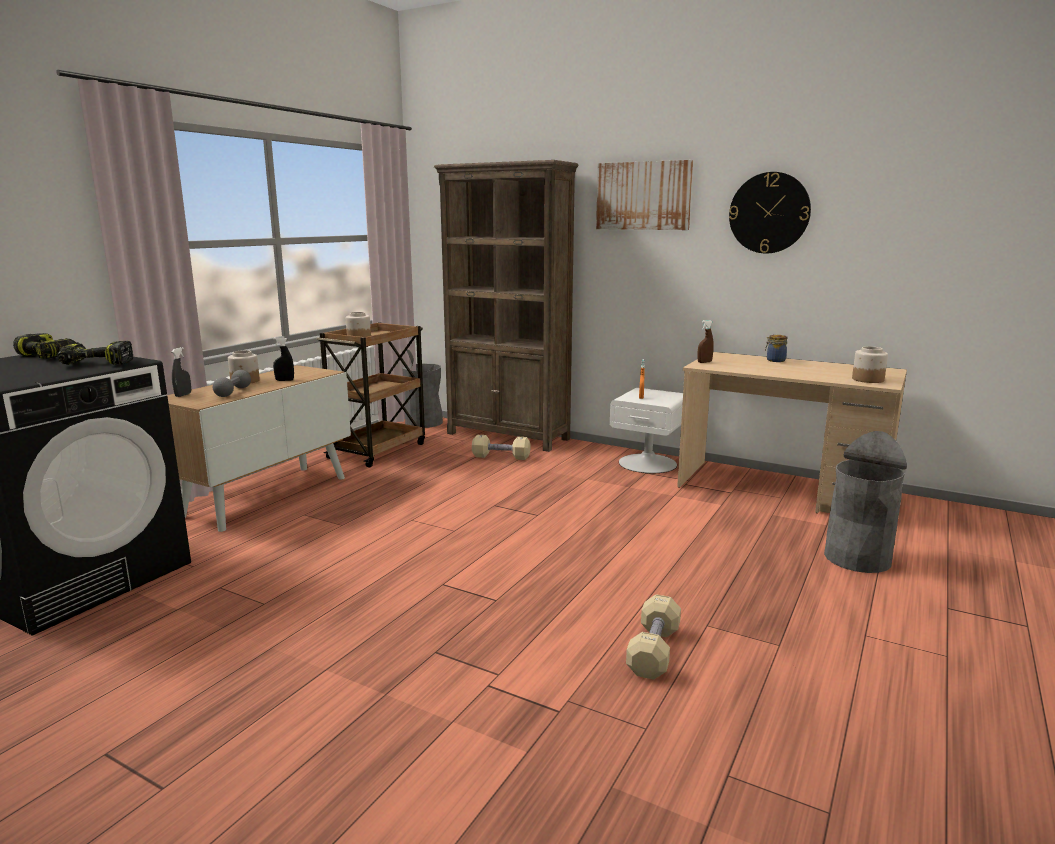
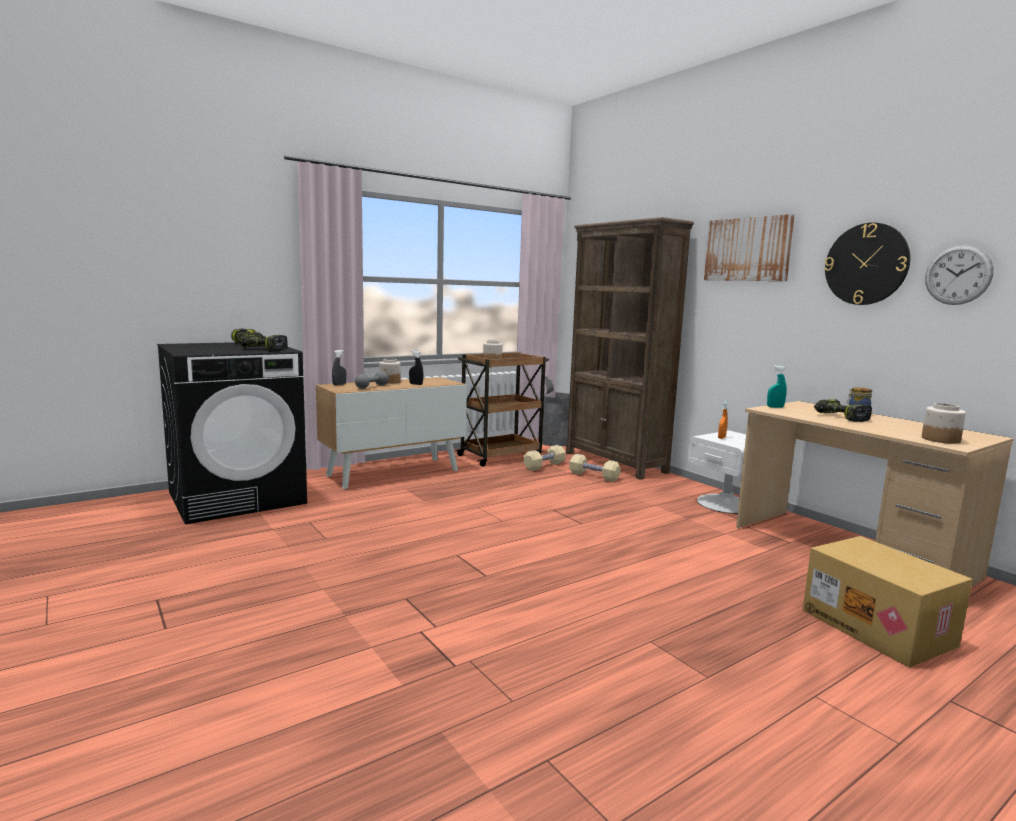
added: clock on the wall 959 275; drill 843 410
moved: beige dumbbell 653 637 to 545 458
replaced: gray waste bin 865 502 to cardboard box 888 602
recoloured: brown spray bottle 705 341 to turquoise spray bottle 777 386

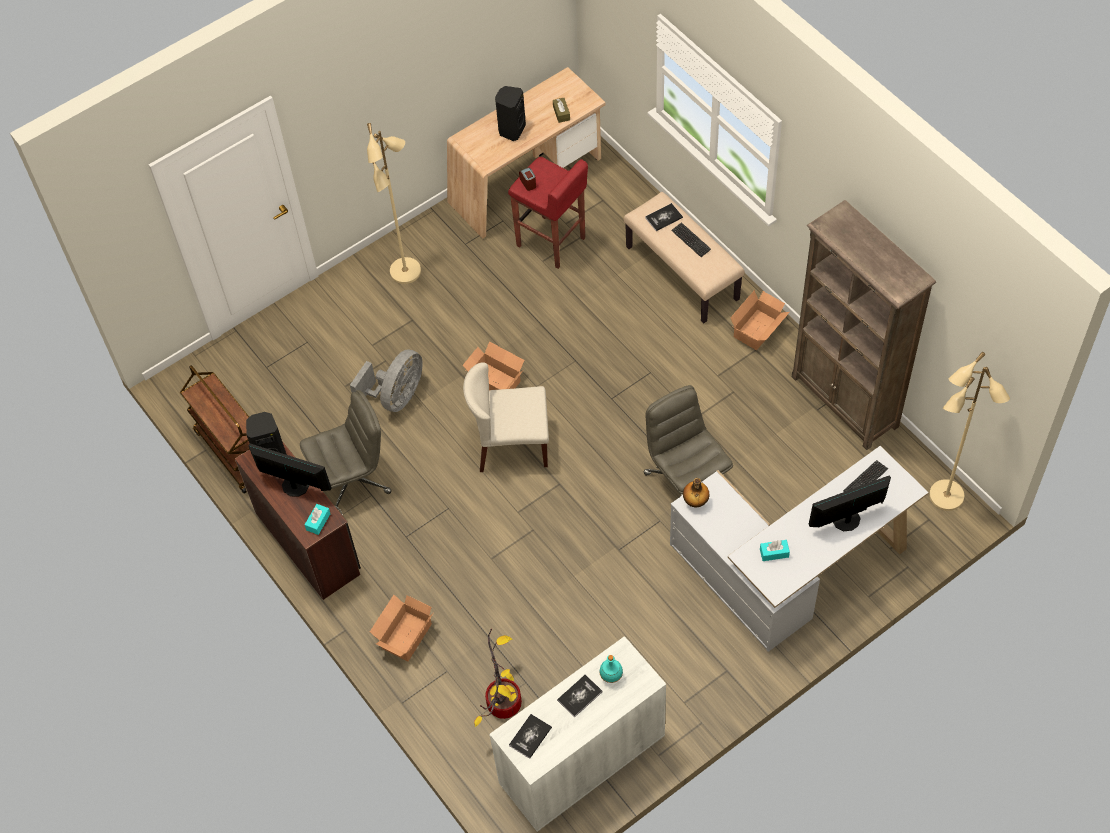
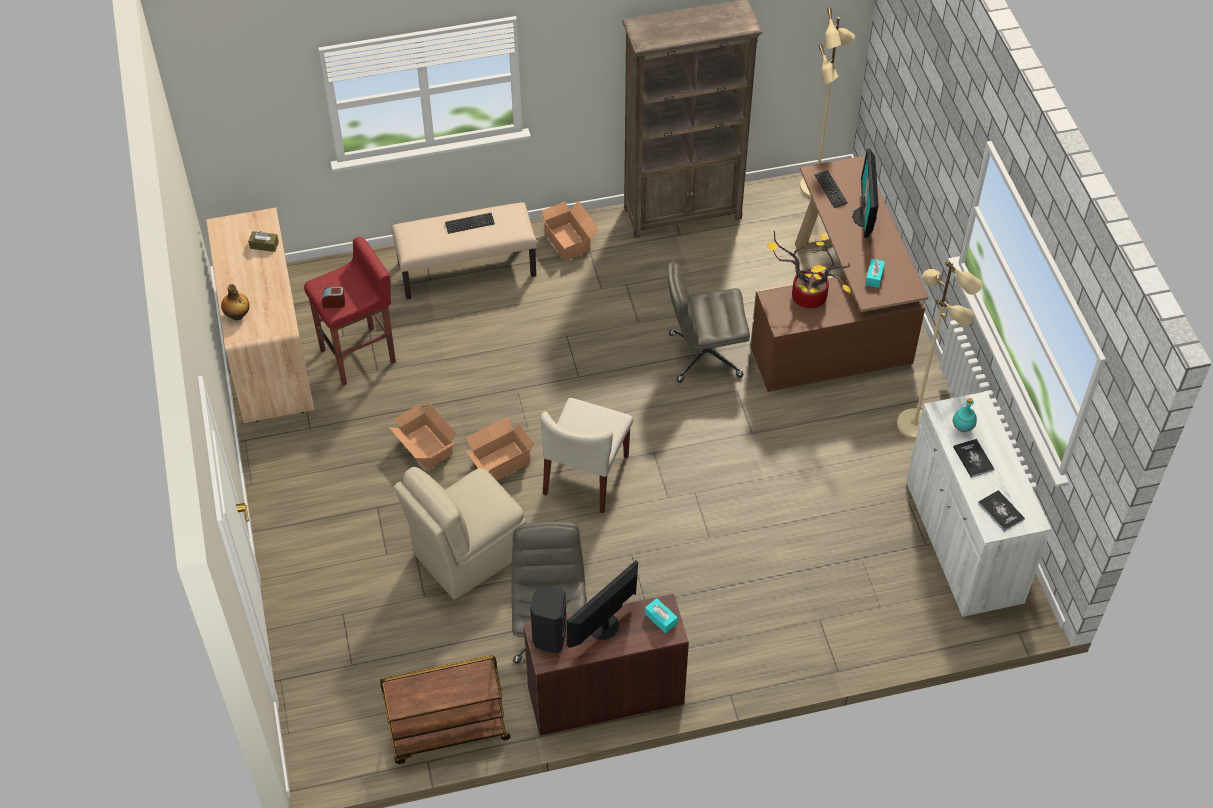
removed: blackish audio speaker 510 113; bound book 664 217
moved: beige floor lamp 394 203 to 939 350; bottle 696 492 to 235 302; cardboard box 401 628 to 422 436; plant in a pot 498 678 to 809 269
replaced: gray fan 386 381 to beige upright chair 460 533
recoloured: white-coloured desk unit 799 549 to brown desk unit 839 274

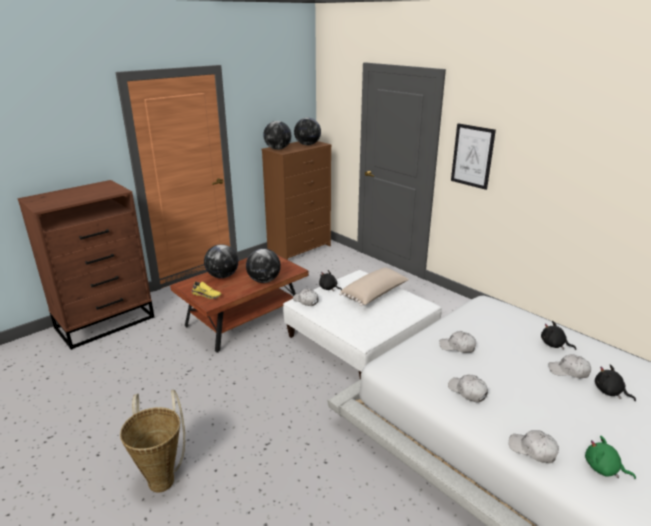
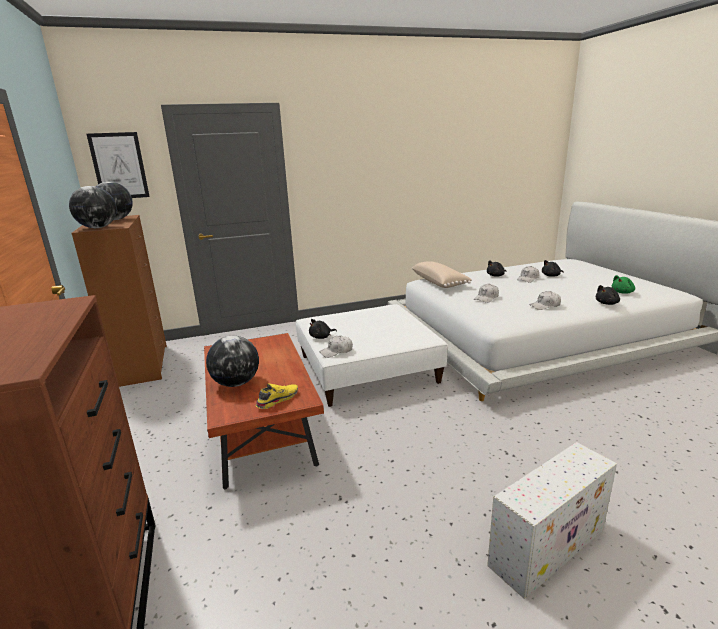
removed: globe 263 265
moved: wall picture 473 156 to 118 165; beige cushion 374 286 to 442 274
replaced: household basket 152 440 to white-coloured storage bin 552 520; white-coloured cap 534 446 to blackish cuddly toy 607 295

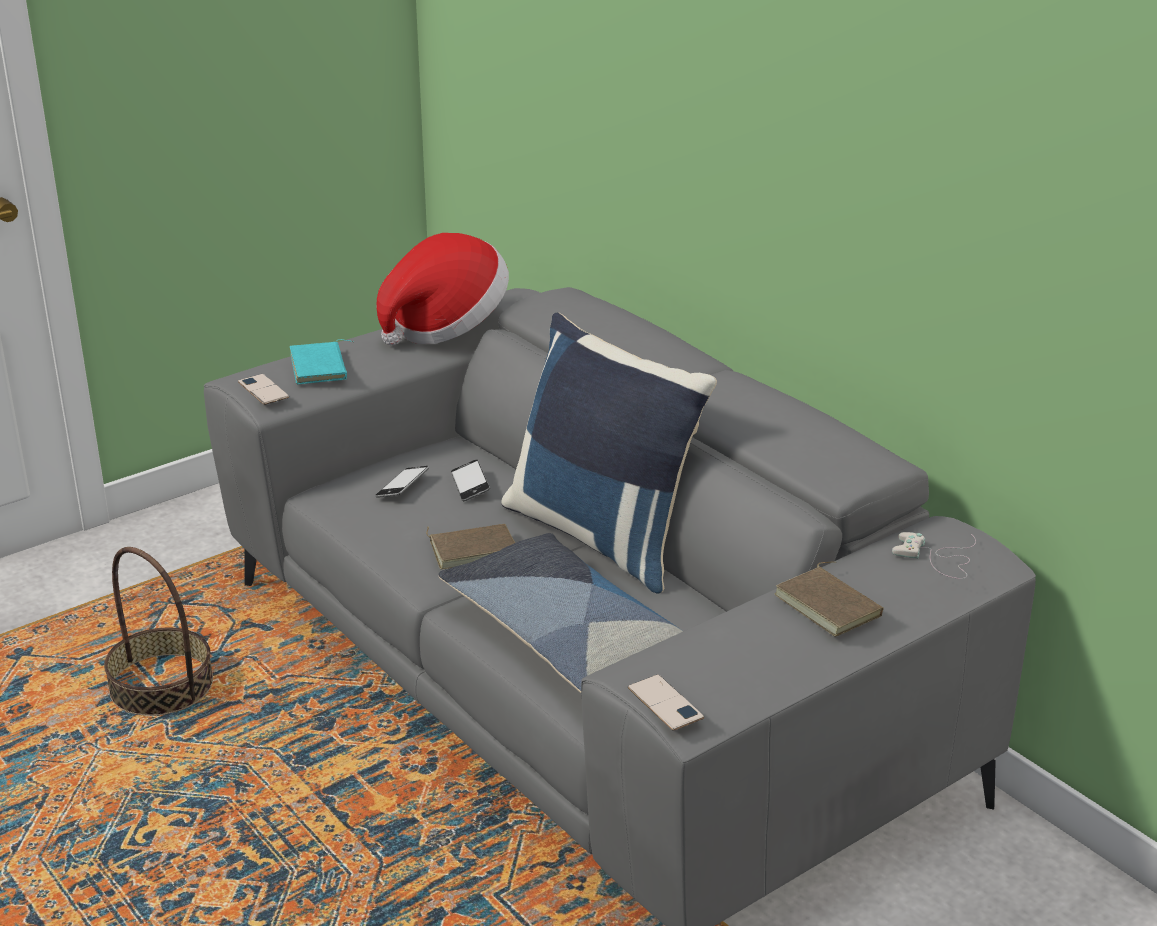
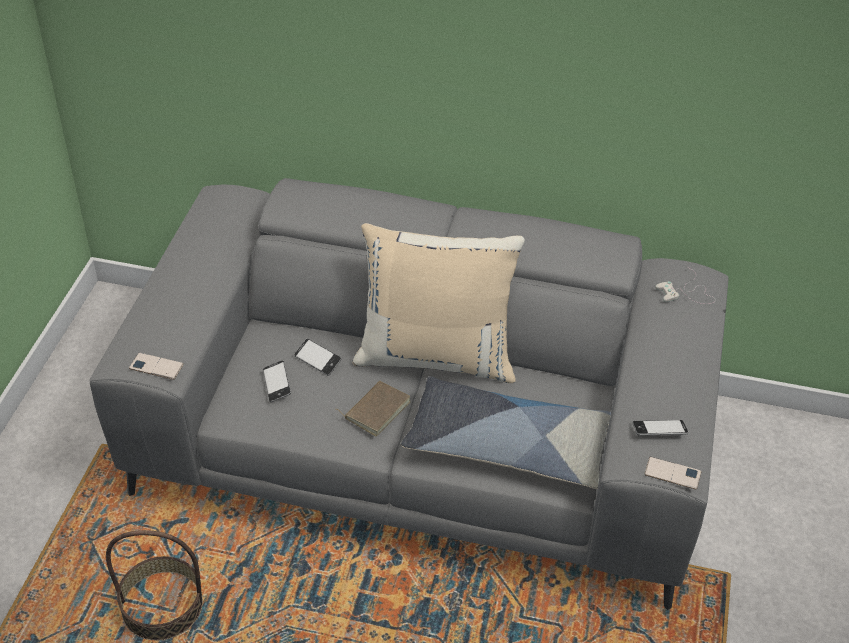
removed: wearable hat 442 289; turquoise bound book 321 361; brown bound book 829 599
added: handset 660 427
recoloured: bluish cushion 609 453 to beige cushion 438 303

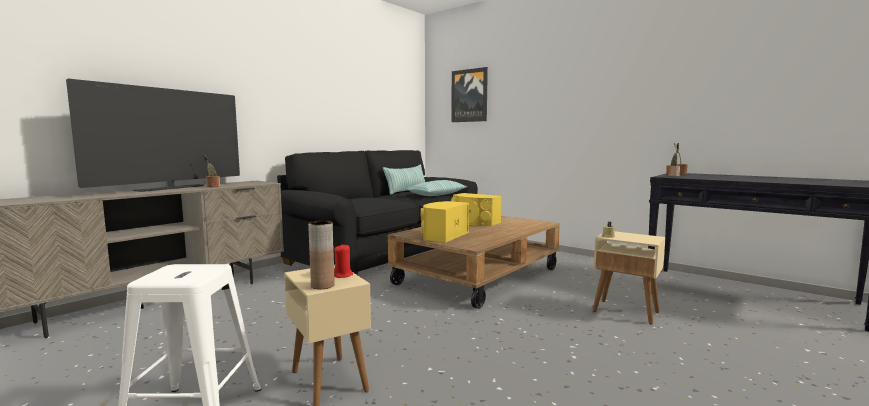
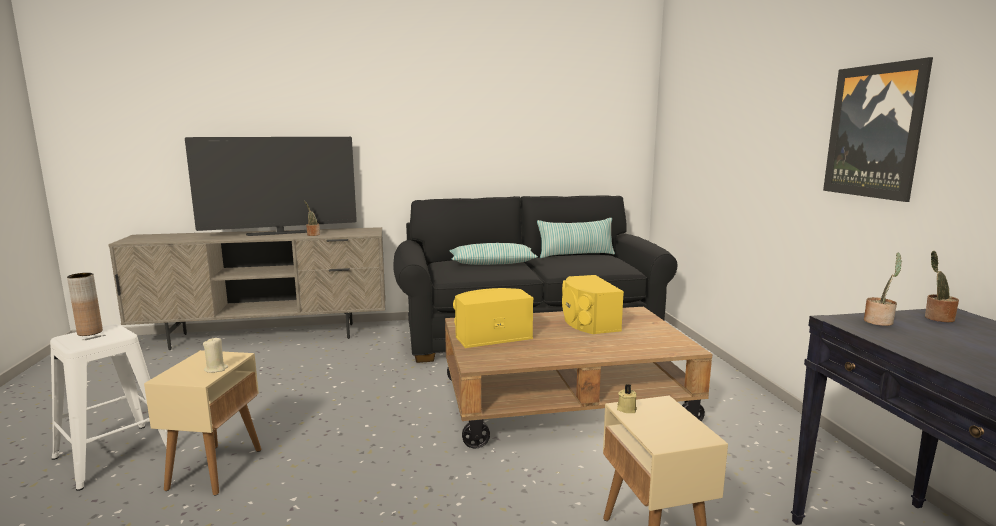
moved: wall picture 469 94 to 878 129; cushion 436 188 to 494 254; brown vase 321 254 to 85 304
recoloured: red-coloured wax candle 343 261 to beige wax candle 215 355

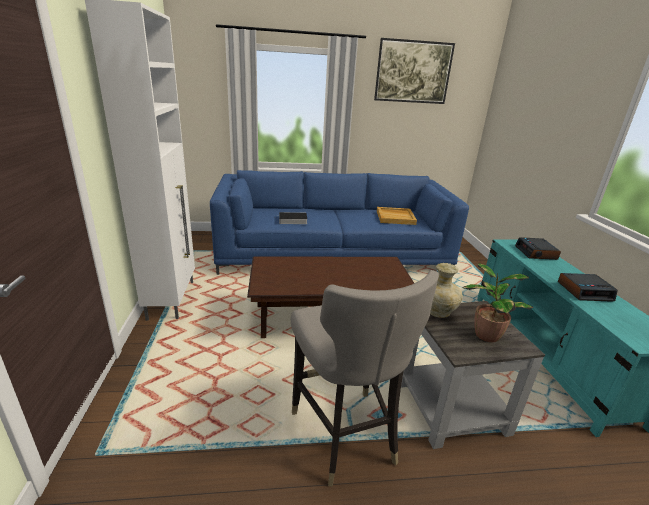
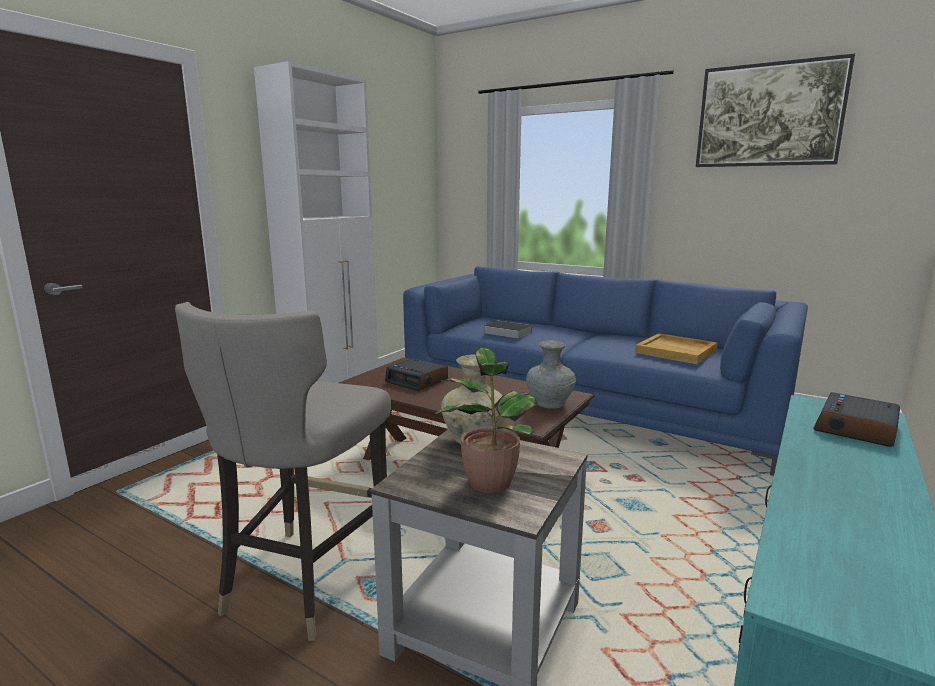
added: gray vase 551 374
moved: table clock 588 287 to 416 374

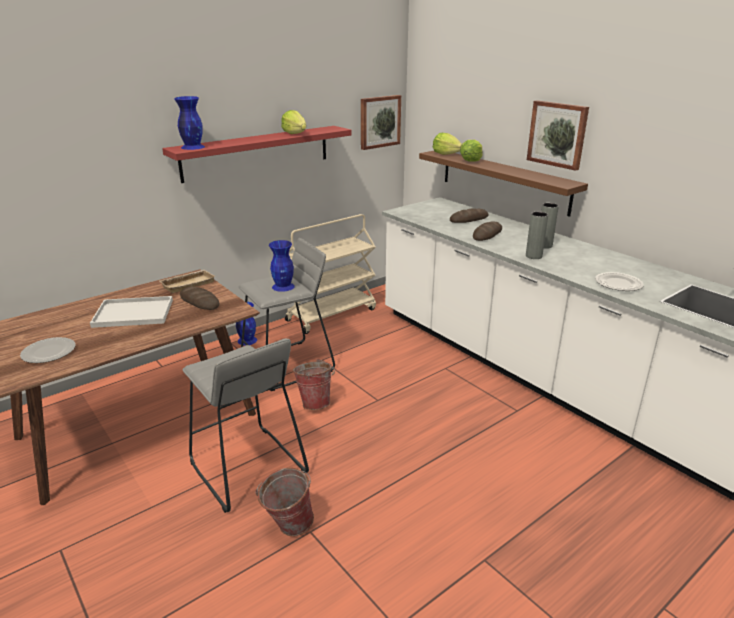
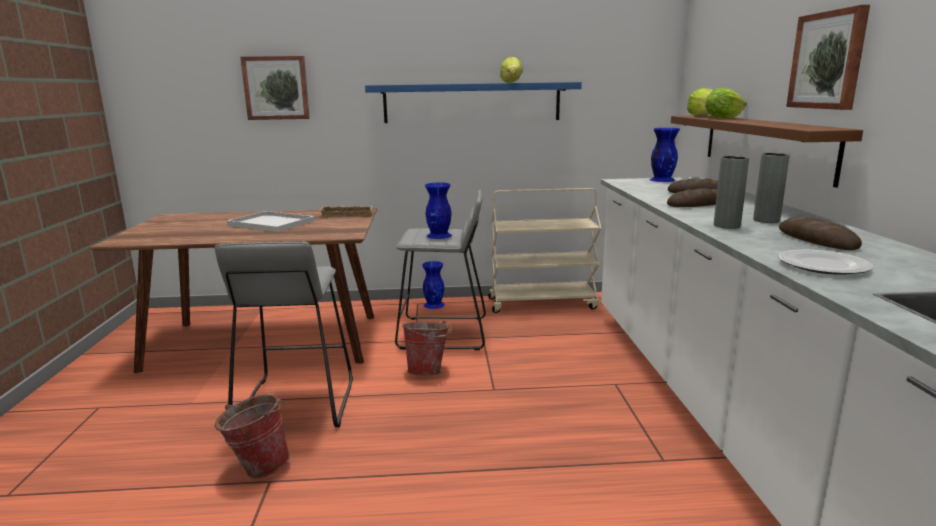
removed: flat dish 48 350
moved: wall picture 381 122 to 275 88; bluish vase 189 123 to 665 155; bakery bread 199 298 to 820 233
recoloured: red-coloured shelf 256 154 to bluish shelf 473 102

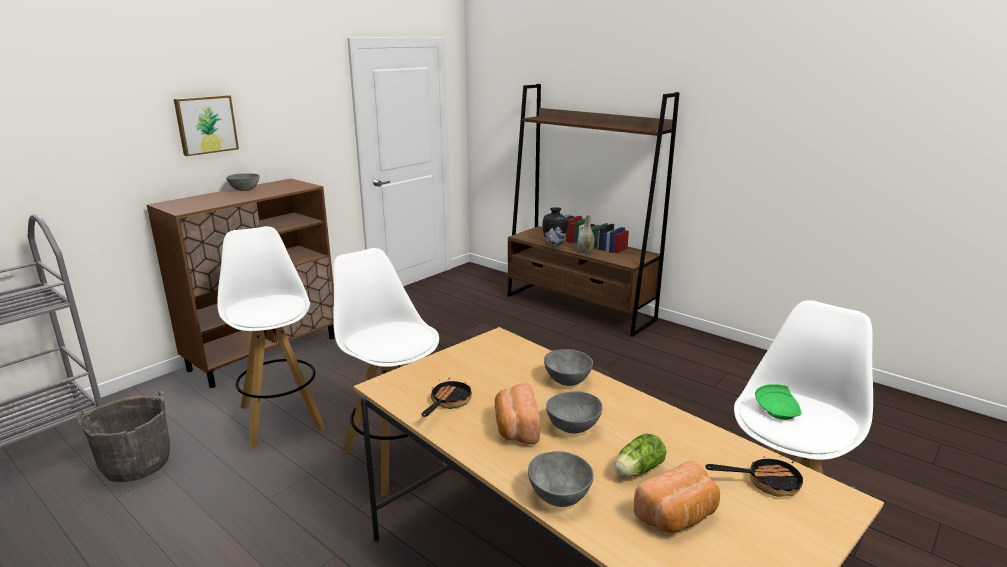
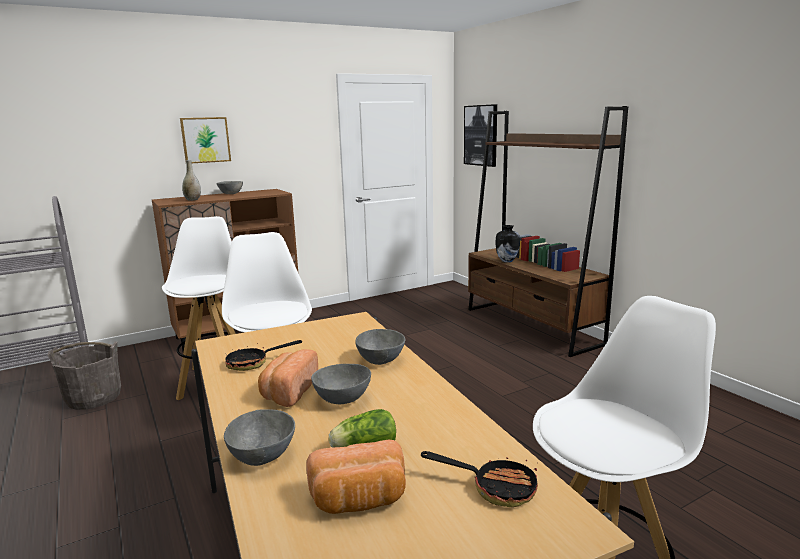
removed: green flat dish 778 402
added: wall picture 480 135
moved: gray vase 586 233 to 191 180
turned: frying pan 446 397 = 263 355 150 degrees counterclockwise

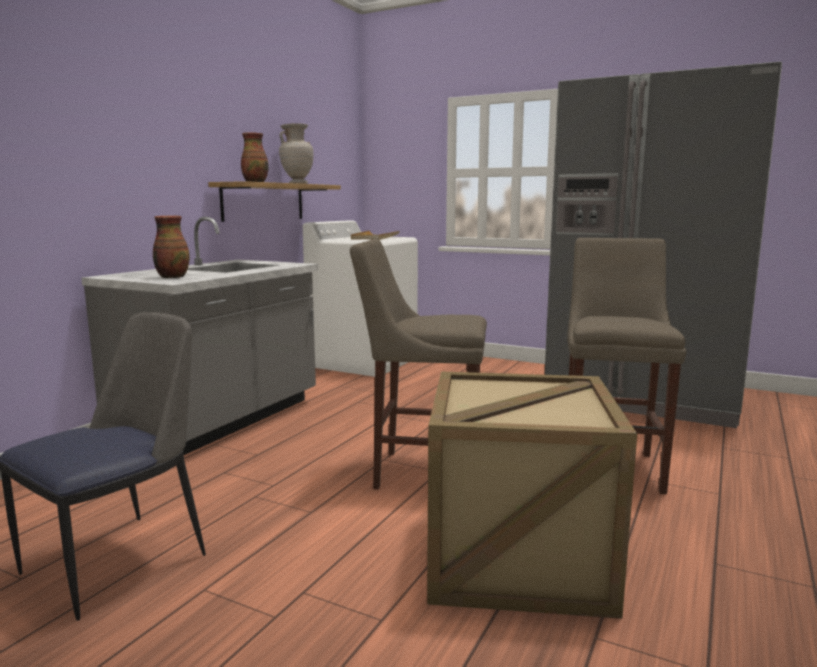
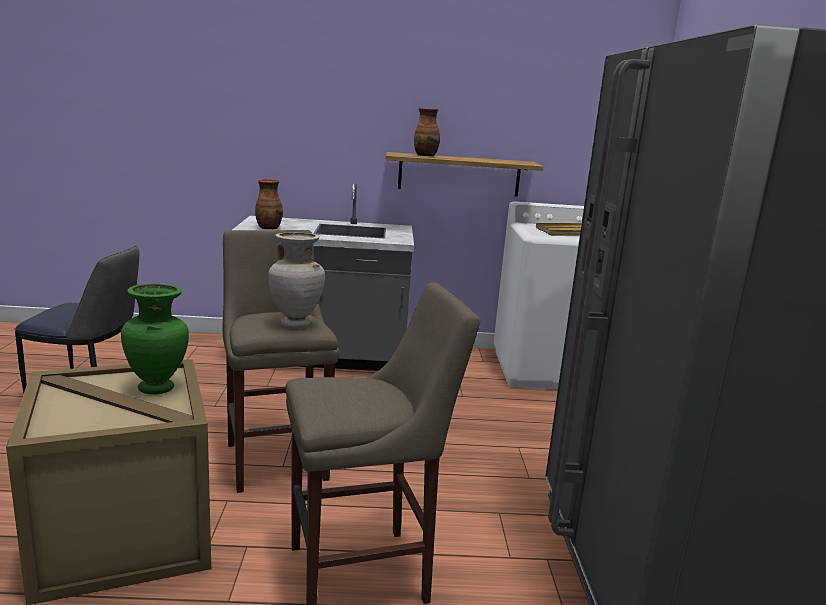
added: green vase 155 339
moved: beige vase 296 153 to 296 281

